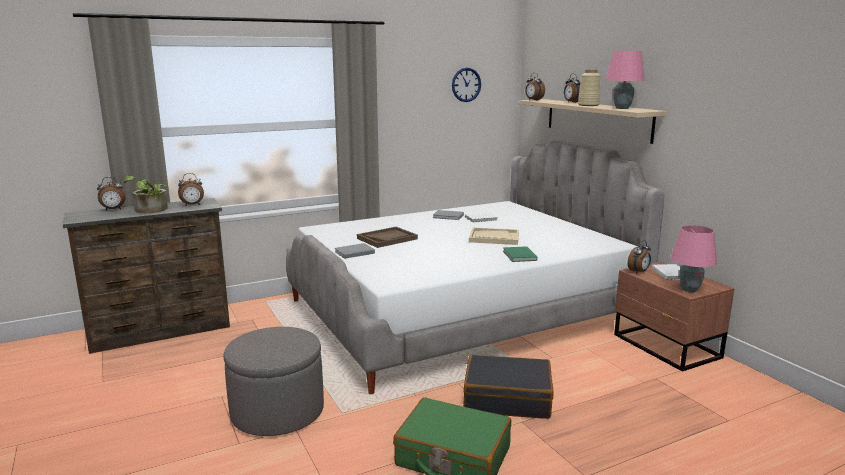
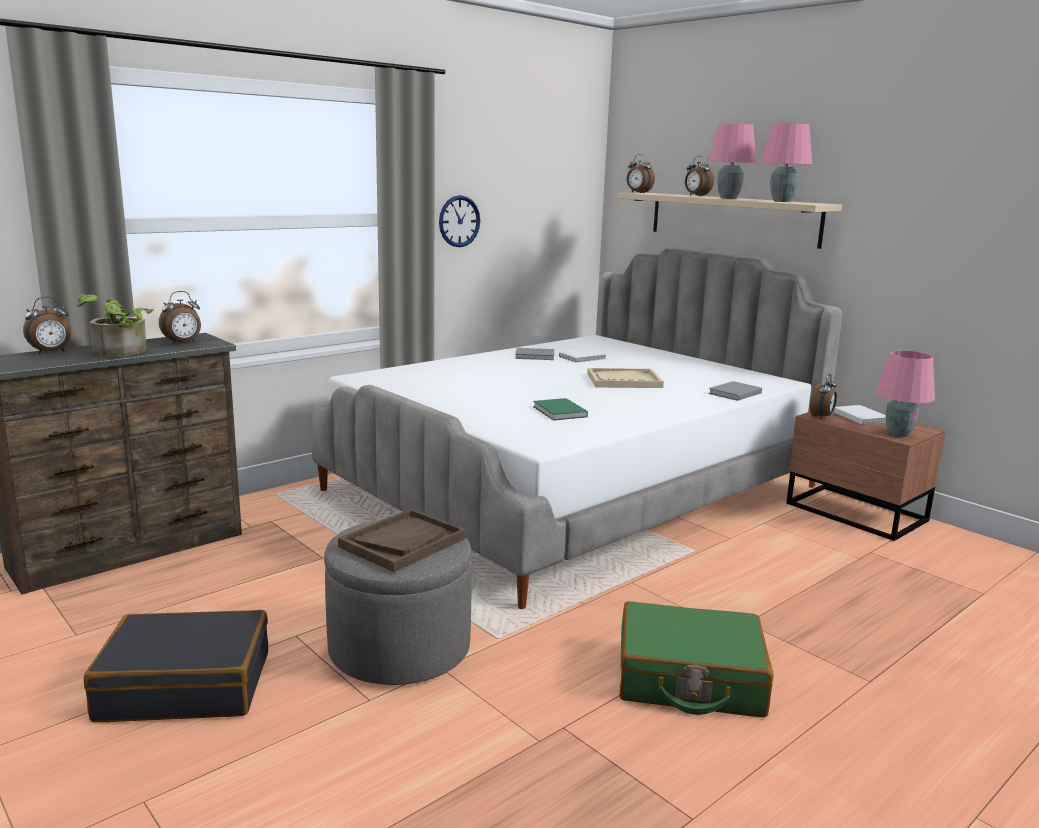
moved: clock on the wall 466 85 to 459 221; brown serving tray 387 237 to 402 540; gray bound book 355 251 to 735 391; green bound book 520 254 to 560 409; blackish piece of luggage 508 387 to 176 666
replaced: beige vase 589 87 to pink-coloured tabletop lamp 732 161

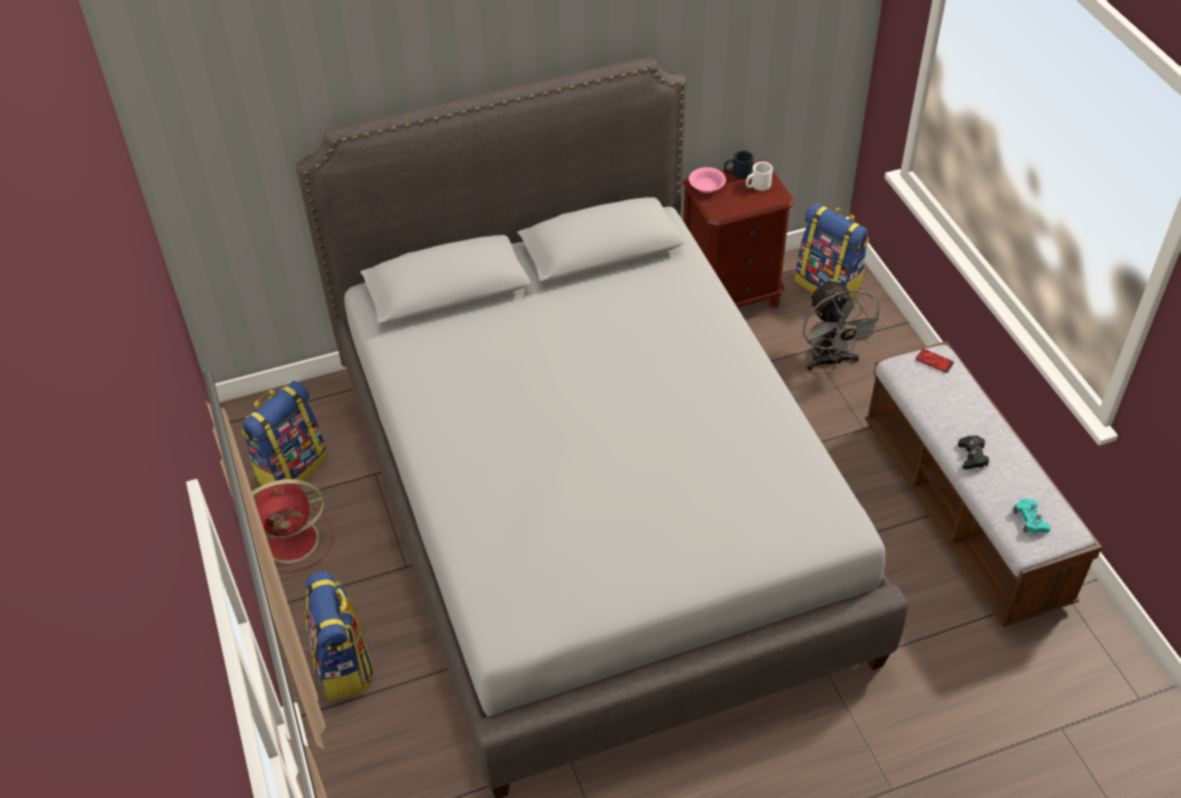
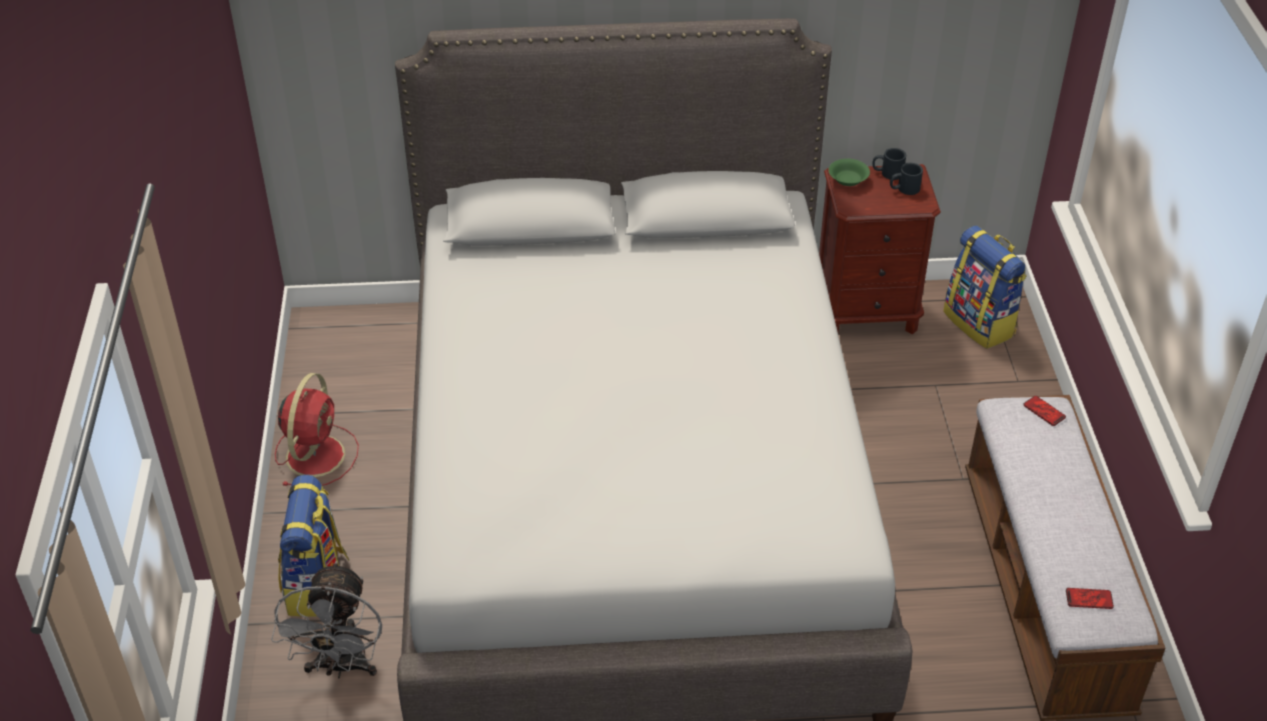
removed: rucksack 284 433; blackish gamepad 973 452
moved: gray fan 844 324 to 326 619
replaced: turquoise gamepad 1032 516 to handset 1090 598
recoloured: white-coloured mug 759 176 to blackish mug 906 179; pink-coloured serving bowl 707 180 to green serving bowl 849 172
turned: red-coloured fan 292 526 = 317 429 75 degrees counterclockwise

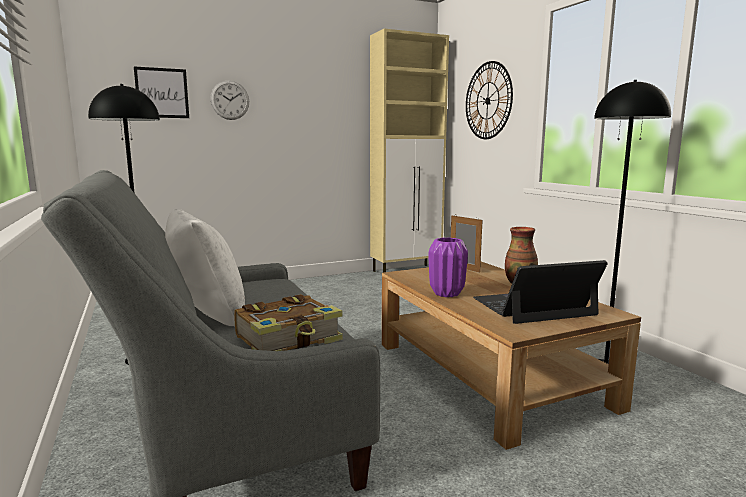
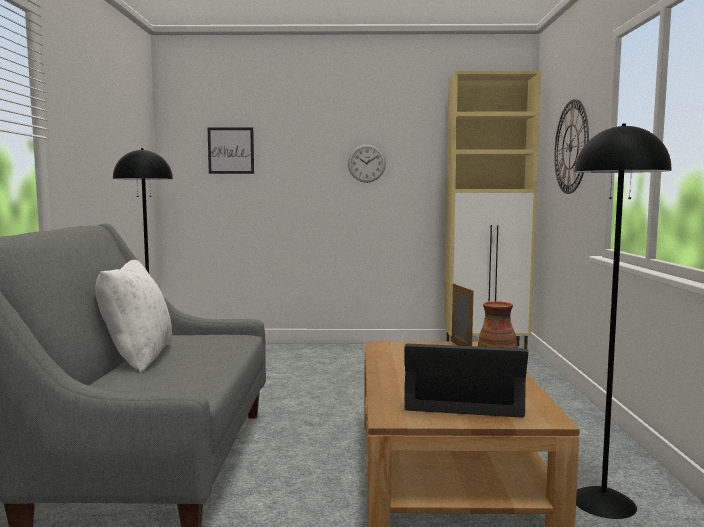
removed: purplish vase 448 267; bound book 288 322
moved: clock on the wall 229 100 to 367 163

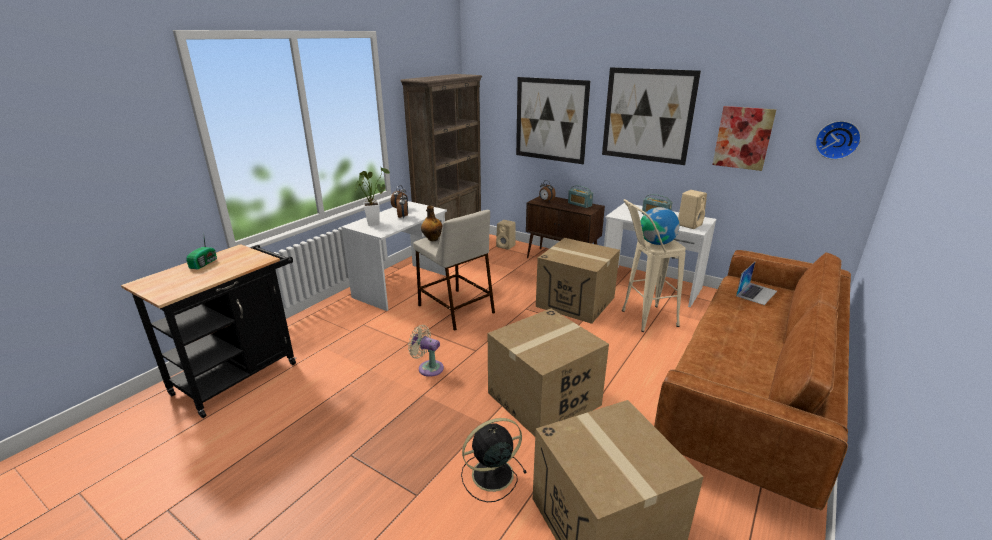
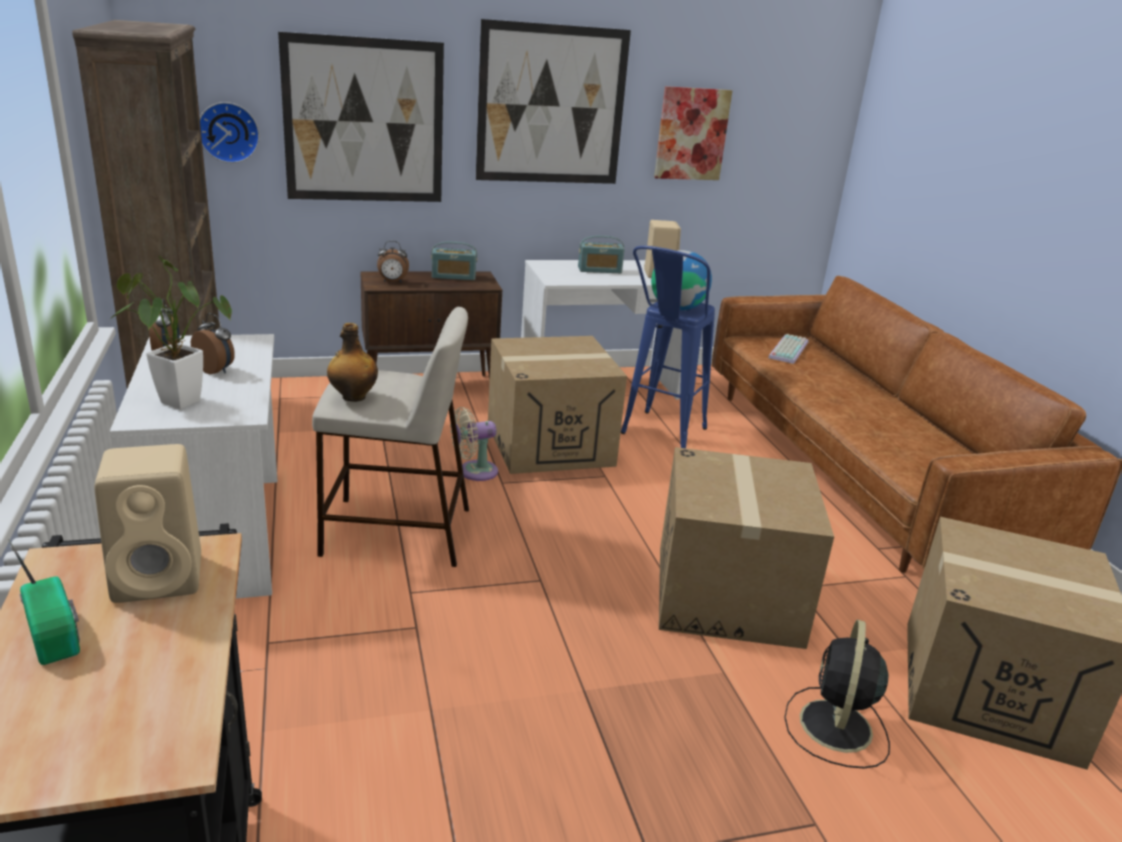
moved: clock on the wall 838 140 to 230 132; beige audio speaker 506 235 to 147 523; beige fan 426 351 to 474 444
replaced: portable computer 756 283 to keyboard 788 349
recoloured: beige stool 654 265 to bluish stool 668 347

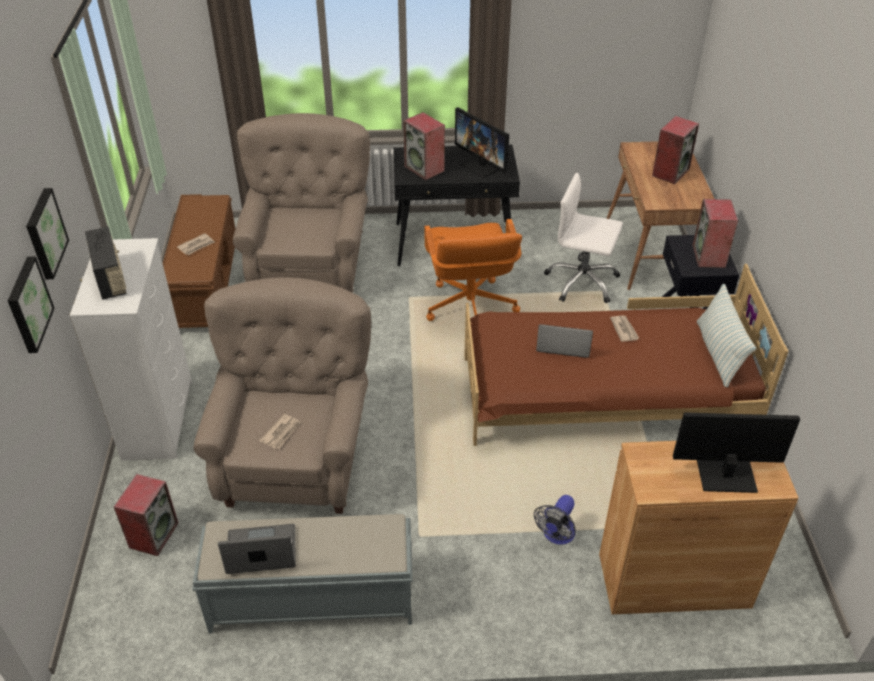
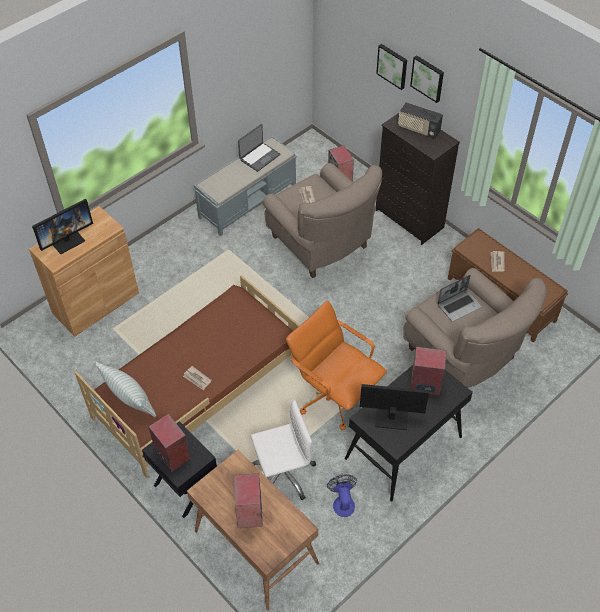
moved: portable computer 564 341 to 459 298; fan 555 520 to 342 496
recoloured: white-coloured drawer chest 131 349 to blackish drawer chest 417 179

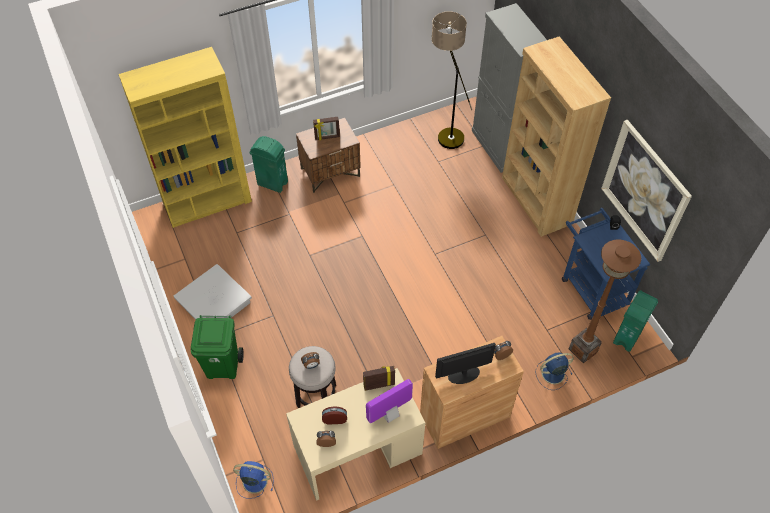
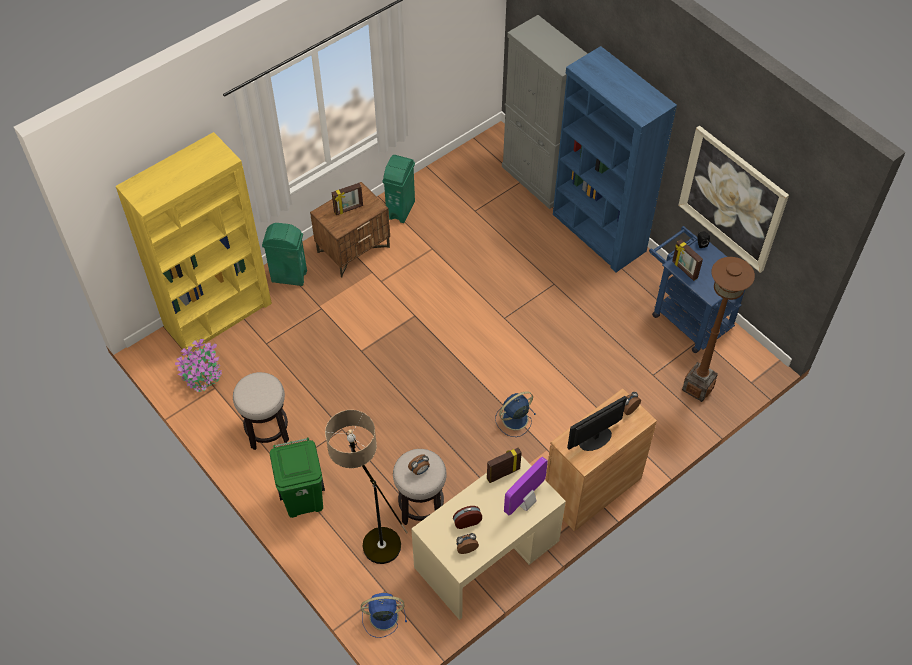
added: photo frame 687 260; plant in a pot 198 365
moved: floor lamp 452 80 to 366 487; green waste bin 635 321 to 398 189; bluish fan 555 371 to 515 414
replaced: white-coloured storage bin 213 292 to stool 261 411
recoloured: brown bookcase 556 136 to bluish bookcase 615 159

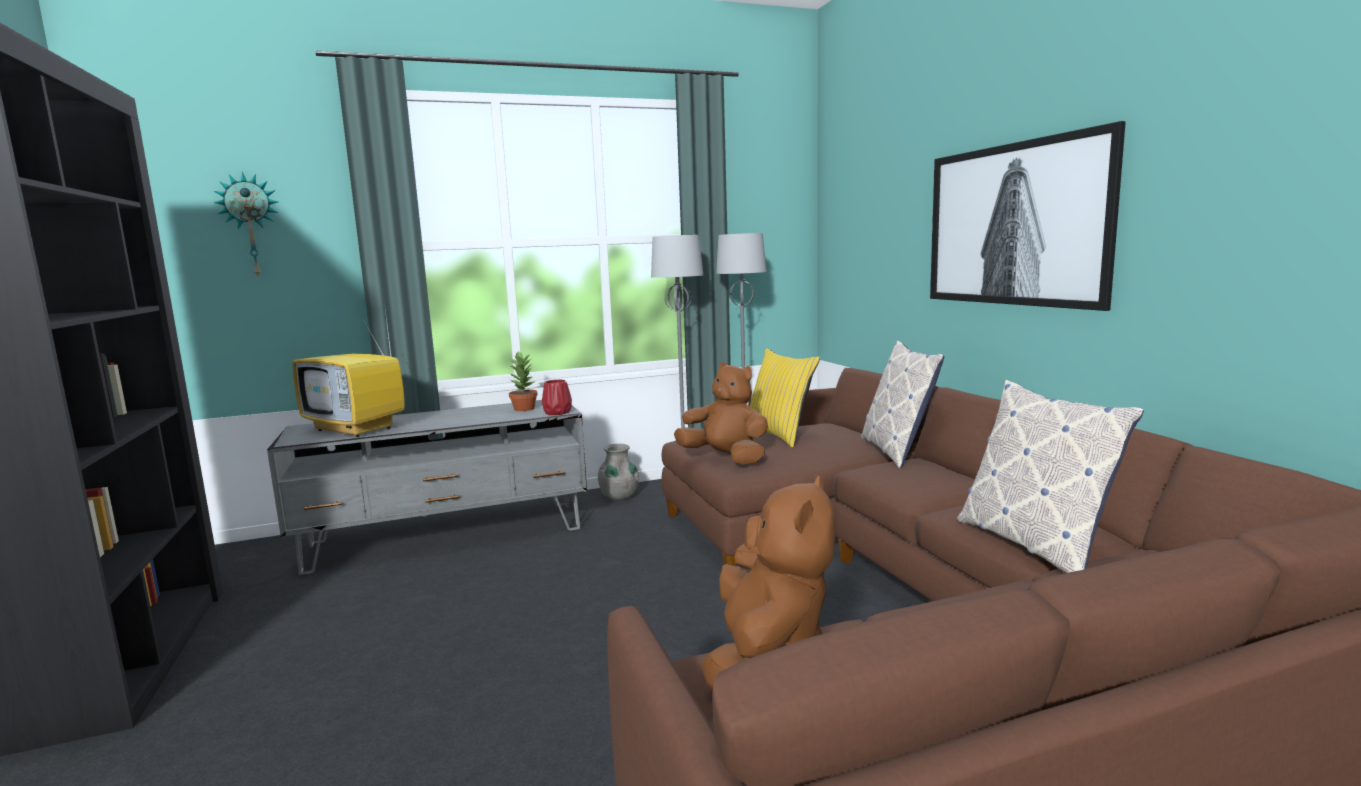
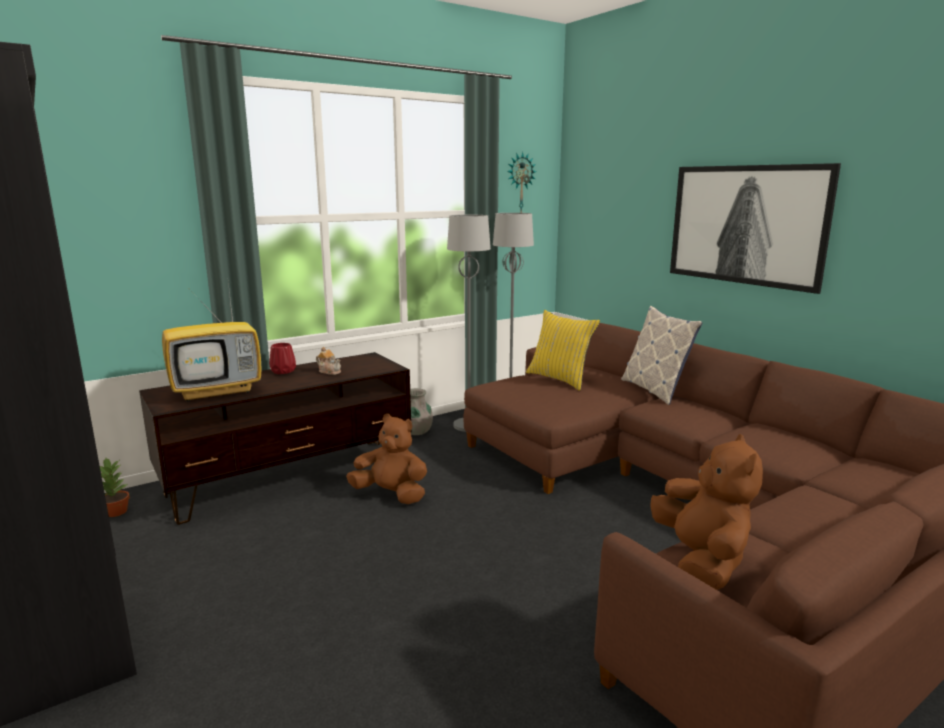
removed: cushion 1050 476
added: tea pot 328 361
moved: clock on the wall 246 225 to 521 182; plant in a pot 523 381 to 115 487; brown cuddly toy 721 413 to 386 459; red-coloured vase 557 397 to 282 358
recoloured: gray tv unit 427 487 to brown tv unit 275 438
turned: TV set 348 369 = 212 342 45 degrees counterclockwise

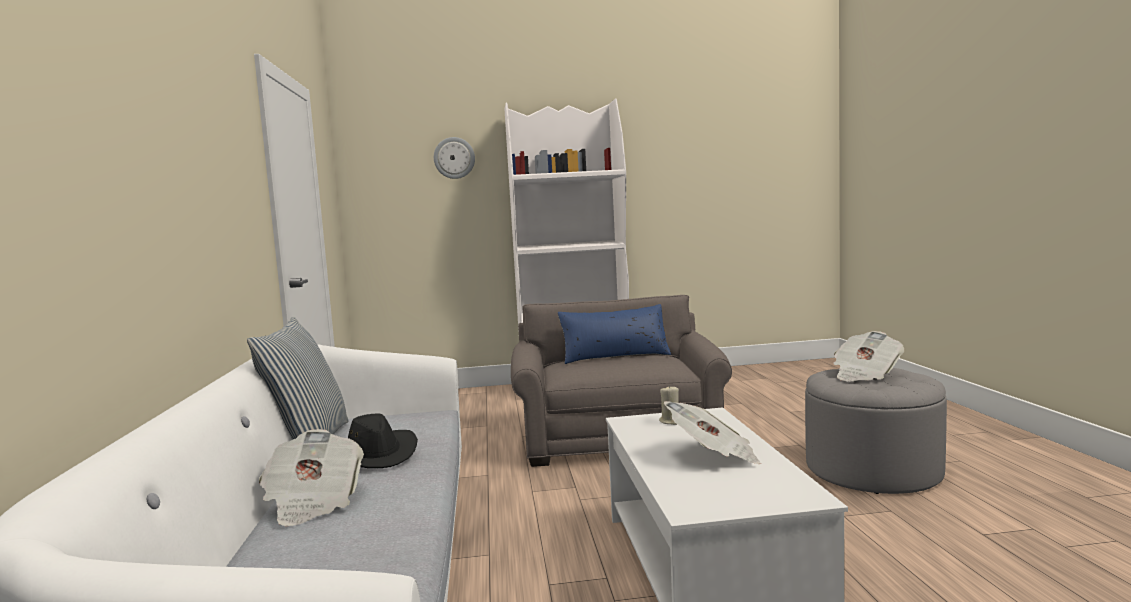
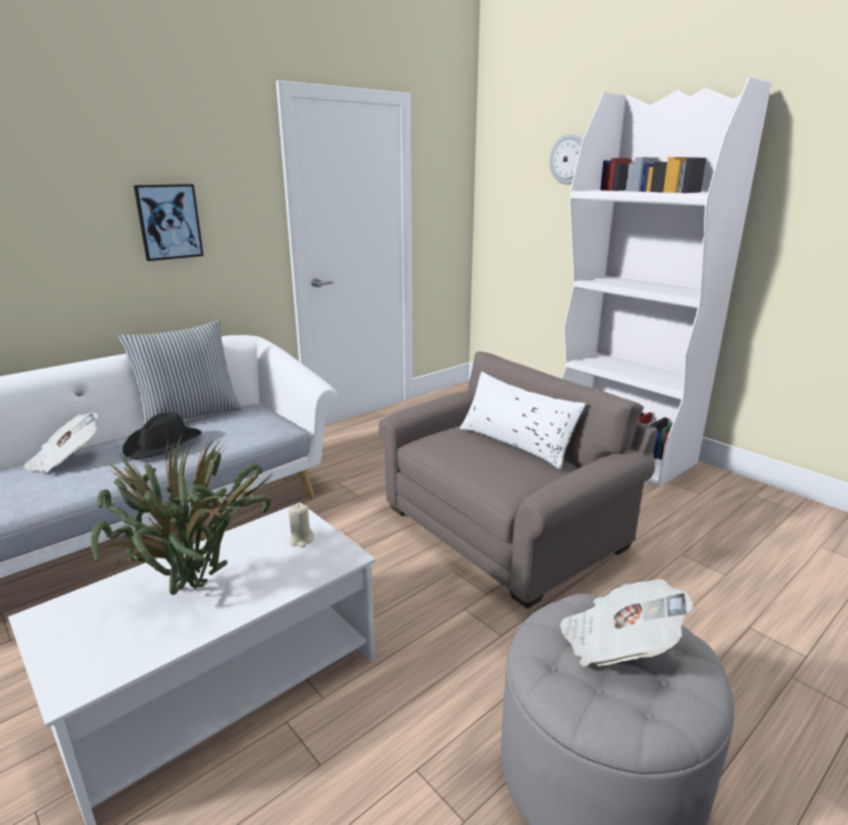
added: wall picture 169 222
replaced: printed paper 712 432 to plant in a pot 181 514
recoloured: bluish cushion 614 334 to white-coloured cushion 523 421

